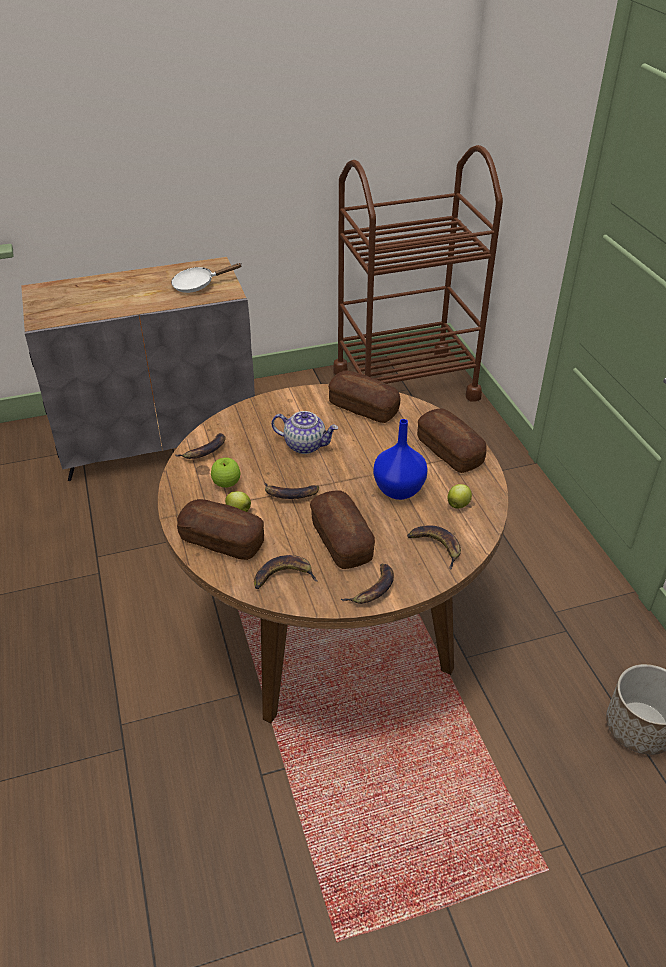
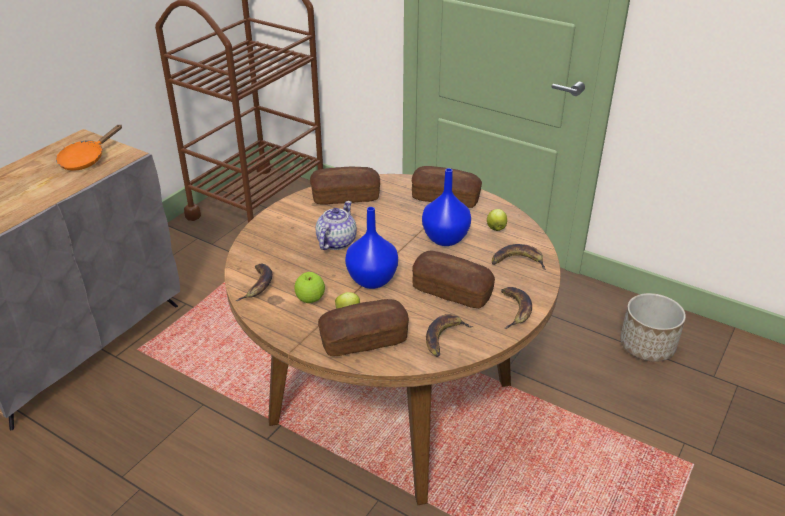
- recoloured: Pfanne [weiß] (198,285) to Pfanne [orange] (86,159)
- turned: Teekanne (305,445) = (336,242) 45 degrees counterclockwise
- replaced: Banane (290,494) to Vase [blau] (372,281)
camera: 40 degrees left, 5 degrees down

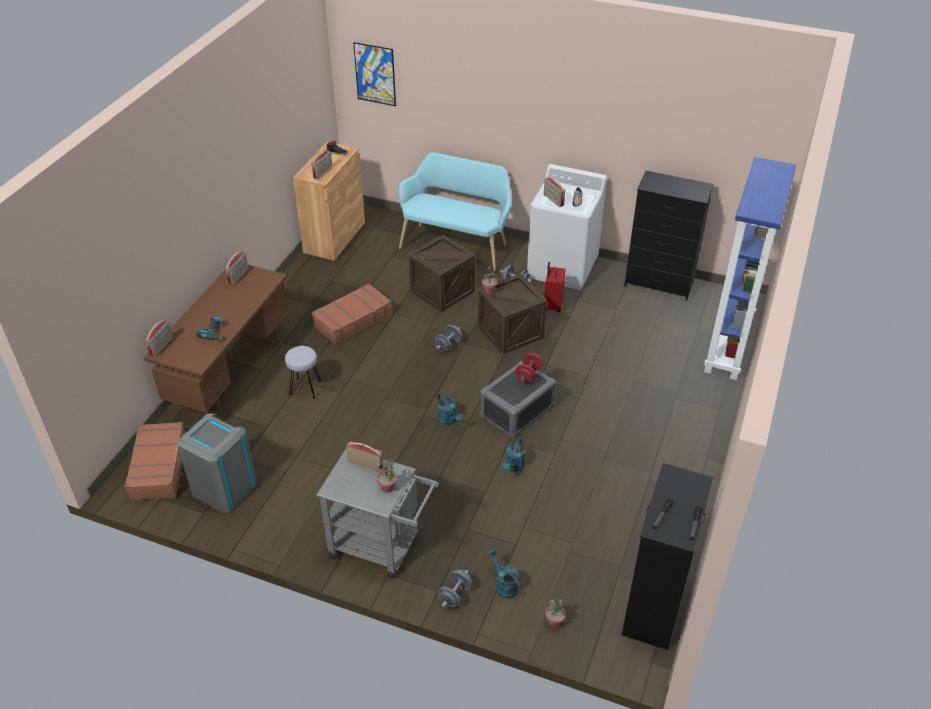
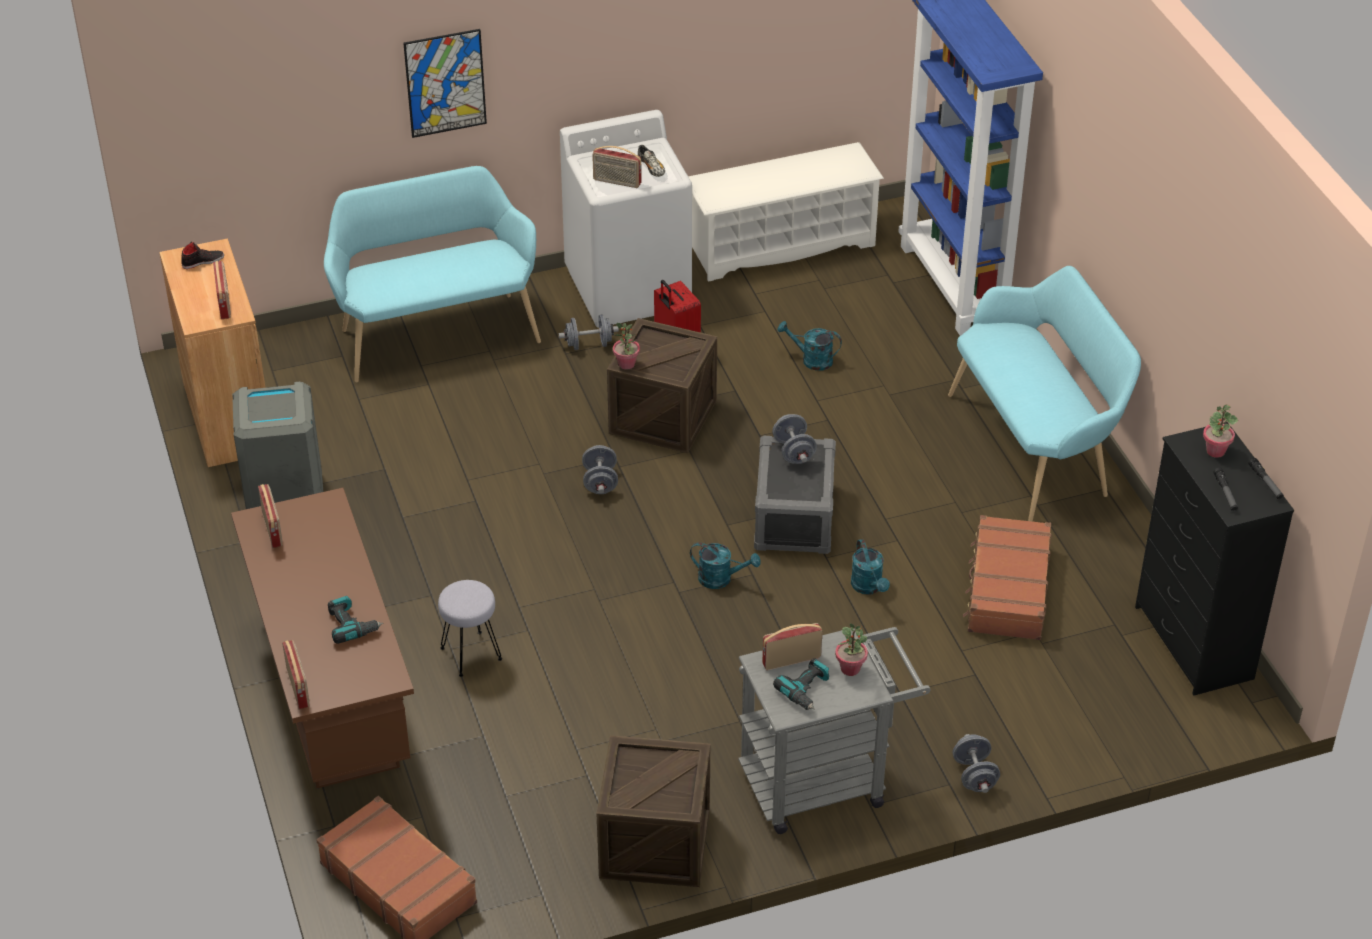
- moved: Mülleimer [grau] (224,488) to (285,497)
- moved: Bild (375,74) to (445,83)
- moved: Kiste (442,291) to (655,843)
- replaced: Kommode [schwarz] (659,284) to Schuhregal [weiß] (782,245)
- recoloured: Hantel [rot] (528,375) to Hantel [grau] (793,452)
- added: Bohrmaschine (807,690)
- moved: Gießkanne [türkis] (504,585) to (811,360)
- added: Bank [türkis] (1036,445)
- moved: Koffer [braun] (352,320) to (1007,589)
- moved: Topfpflanze (554,622) to (1215,451)
camera: 40 degrees left, 0 degrees up

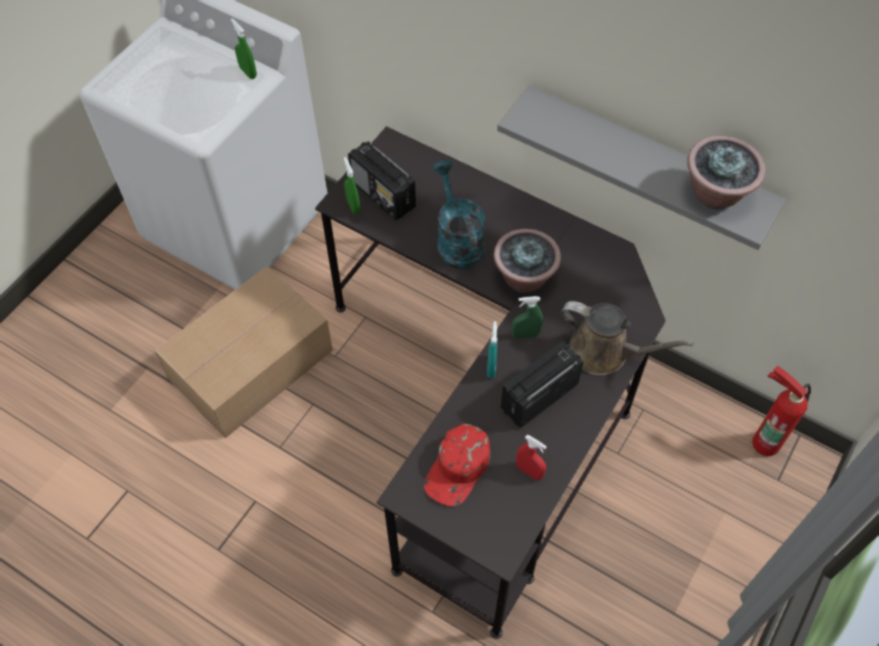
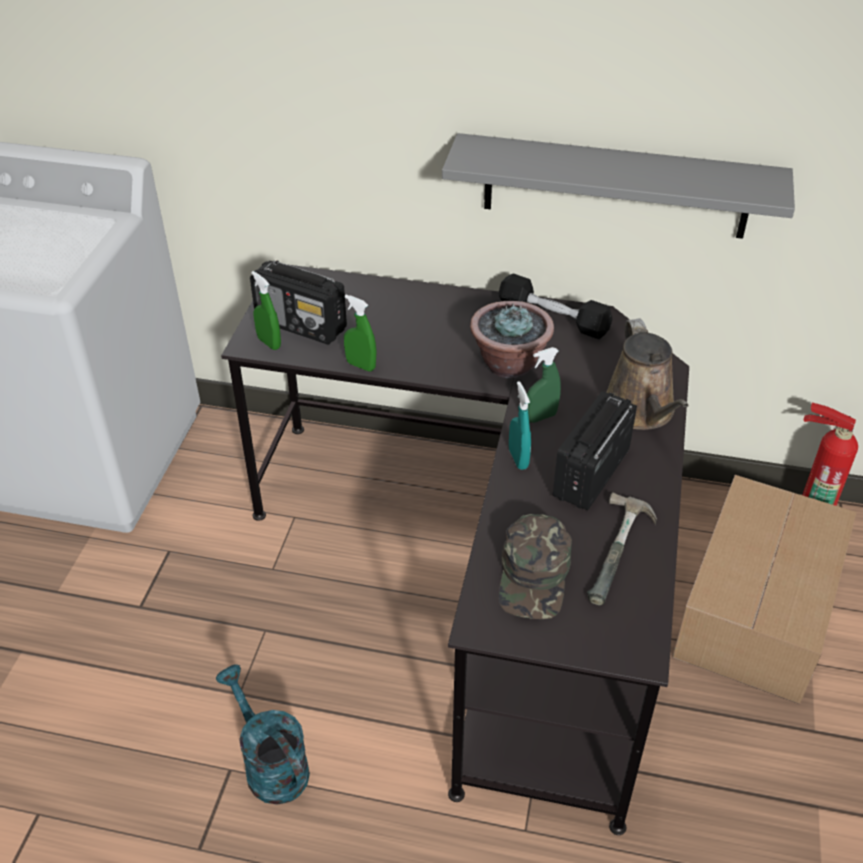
- moved: Gießkanne [türkis] (457,241) to (270,764)
- moved: Sprühflasche [grün] (248,72) to (361,365)
- added: Hantel [schwarz] (553,318)
- recoloured: Kappe [rot] (458,468) to Kappe [grün] (535,575)
- replaced: Sprühflasche [rot] (529,471) to Hammer (623,553)
- turned: Gießkanne [braun] (605,352) = (641,411) 75 degrees clockwise
- moved: Karton (254,364) to (759,606)
- removed: Topfpflanze (715,194)
camera: 20 degrees left, 15 degrees down

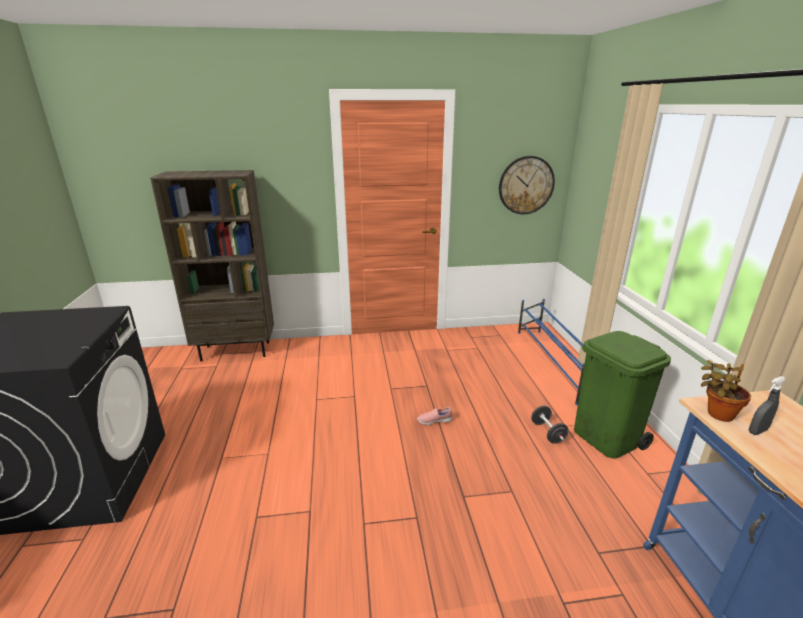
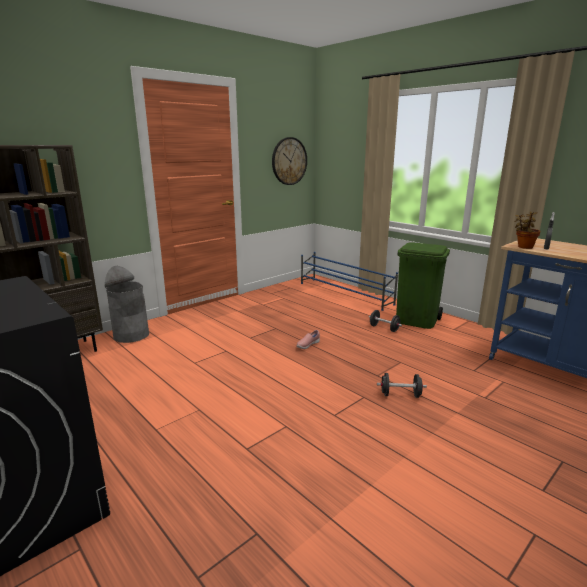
- added: Mülleimer [grau] (131,335)
- added: Hantel [schwarz] (400,395)
camera: 35 degrees left, 5 degrees down

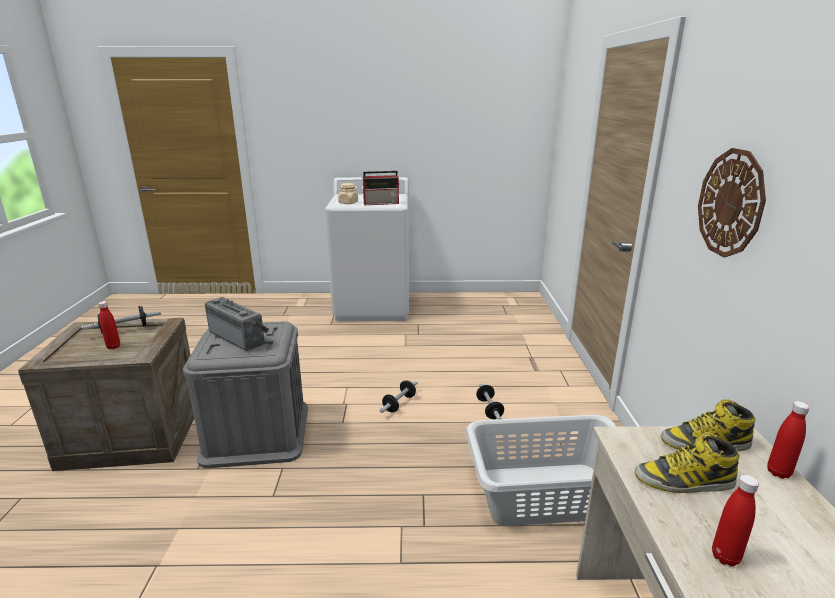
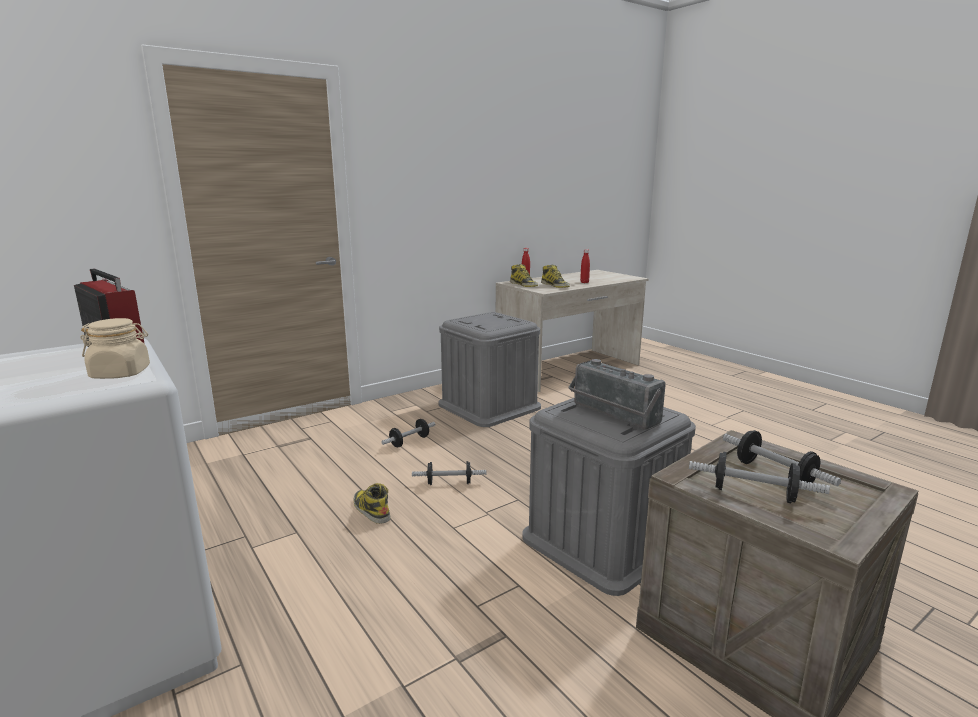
- added: Stiefel (371,510)
- replaced: Wäschekorb [grau] (547,494) to Aufbewahrungsbox [grau] (489,406)
- turned: Radio (240,337) = (612,415) 45 degrees counterclockwise
- replaced: Flasche [rot] (113,347) to Hantel (774,474)
- removed: Wanduhr (730,203)
camera: 125 degrees left, 5 degrees down

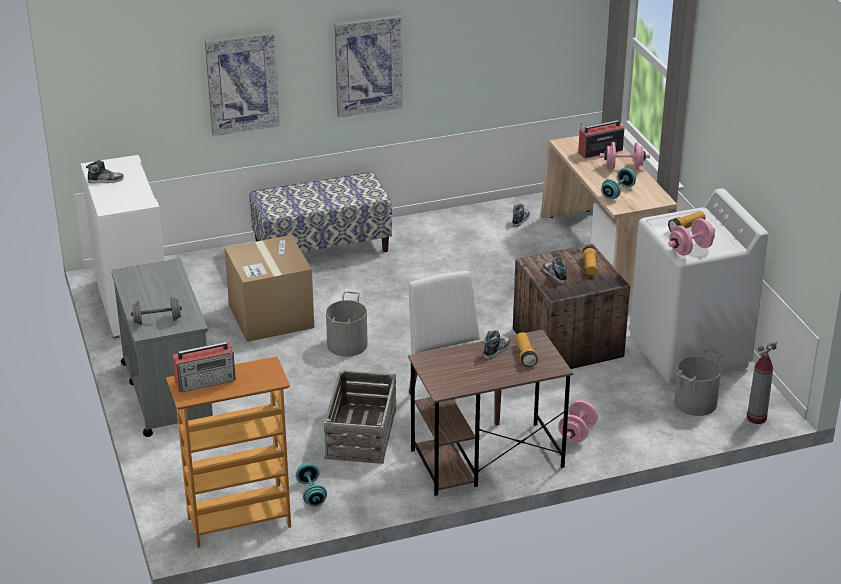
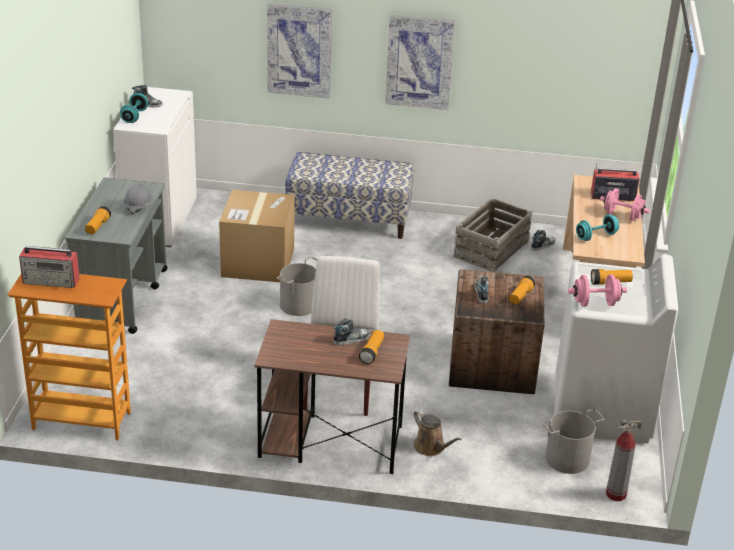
- replaced: Hantel [grau] (157,320) to Taschenlampe (98,226)
- moved: Hantel [türkis] (311,493) to (134,116)
- added: Schutzhelm [grau] (138,207)
- replaced: Hantel [rosa] (577,433) to Gießkanne [braun] (431,447)
- moved: Kiste (362,434) to (491,249)
camera: 25 degrees right, 0 degrees up

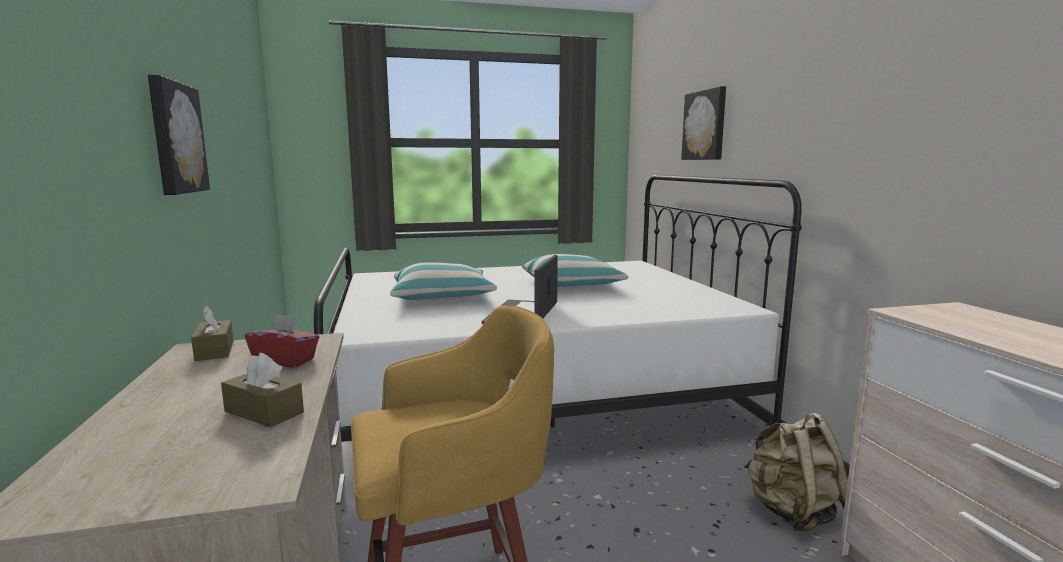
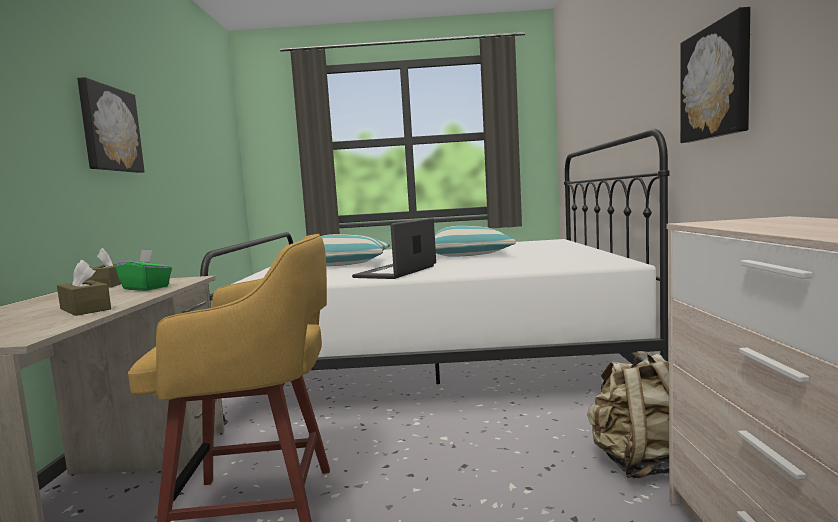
- recoloured: Taschentuchbox [rot] (285,361) to Taschentuchbox [grün] (146,288)
- moved: Bild (705,125) to (717,82)
camera: 15 degrees right, 5 degrees down

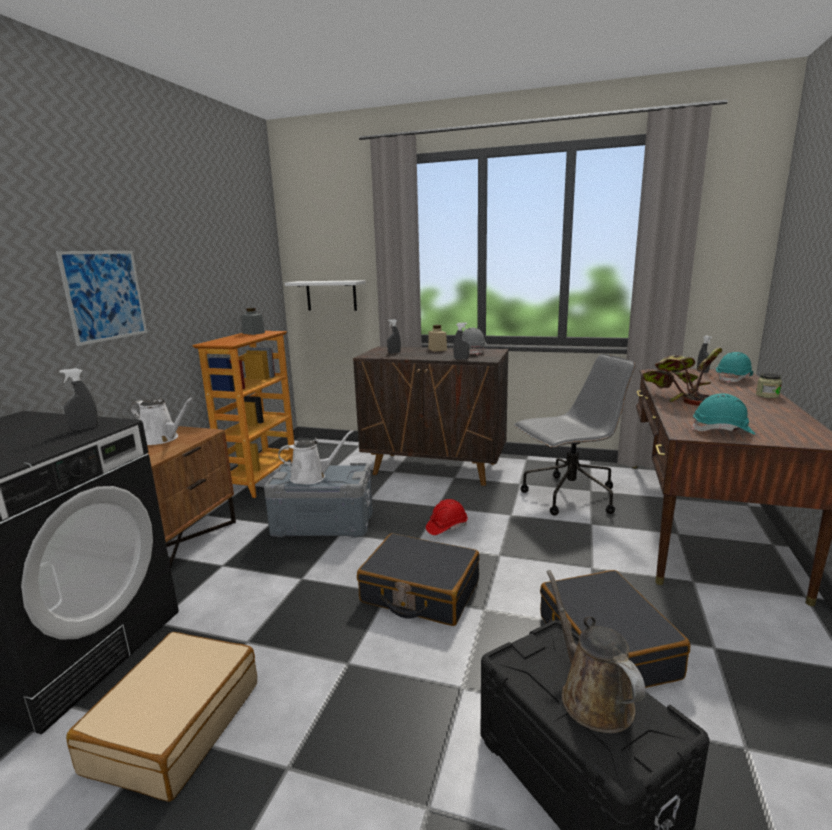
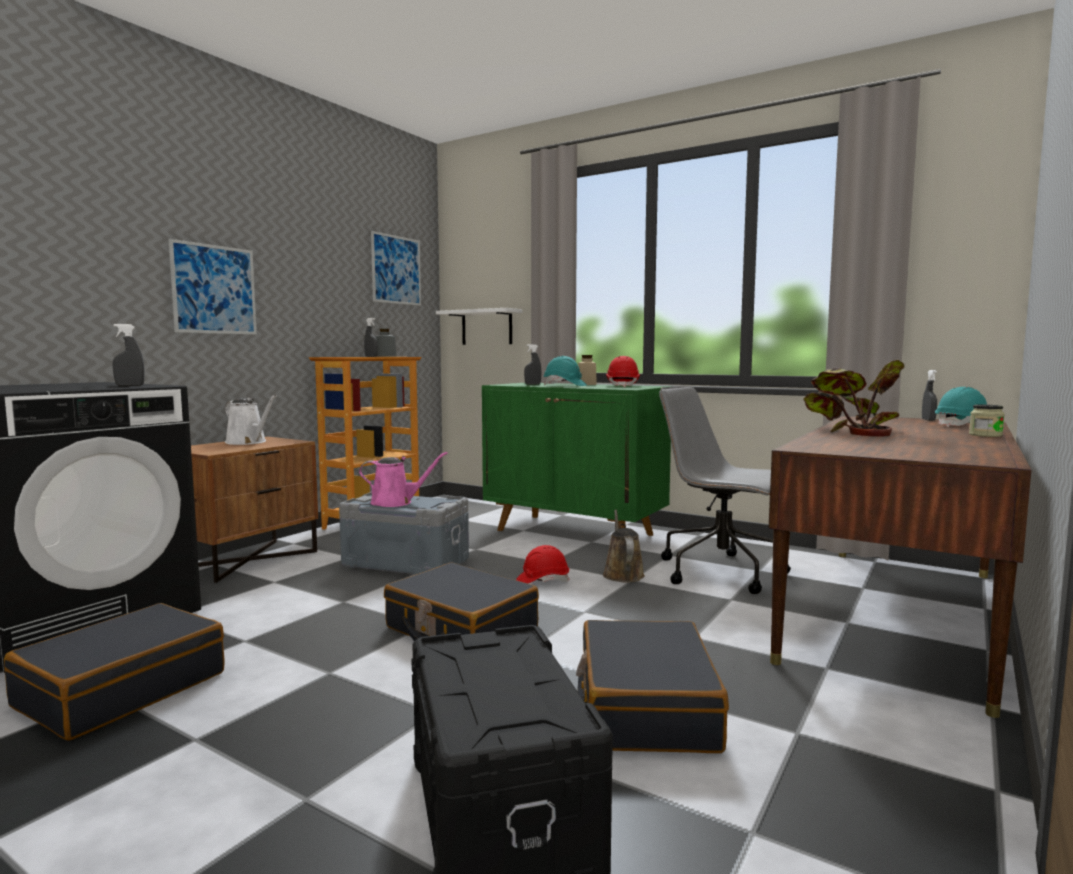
- recoloured: Koffer [beige] (174,725) to Koffer [schwarz] (122,689)
- recoloured: Gießkanne [weiß] (312,477) to Gießkanne [rosa] (396,502)
- moved: Sprühflasche [grau] (461,359) to (371,356)
- added: Bild (396,270)
- recoloured: Schrank [braun] (435,469) to Schrank [grün] (575,532)
- moved: Schutzhelm [türkis] (722,431) to (564,385)
- moved: Gießkanne [braun] (592,696) to (622,574)
- recoloured: Schutzhelm [grau] (471,351) to Schutzhelm [rot] (623,386)
- turned: Bürostuhl [grau] (569,497) = (724,573) 135 degrees counterclockwise
camera: 15 degrees right, 10 degrees down

